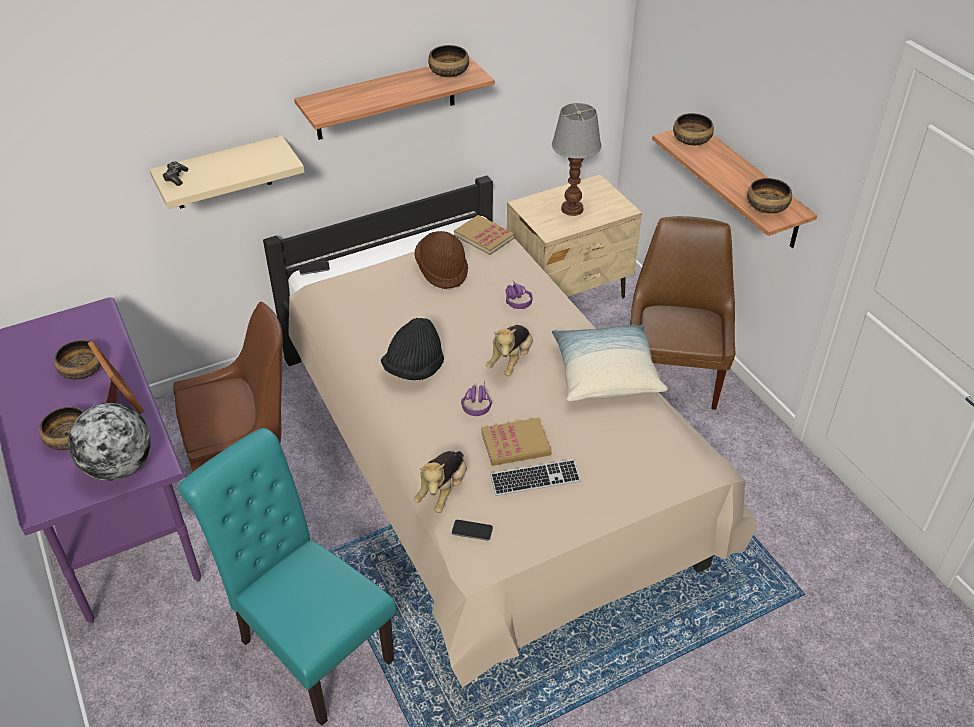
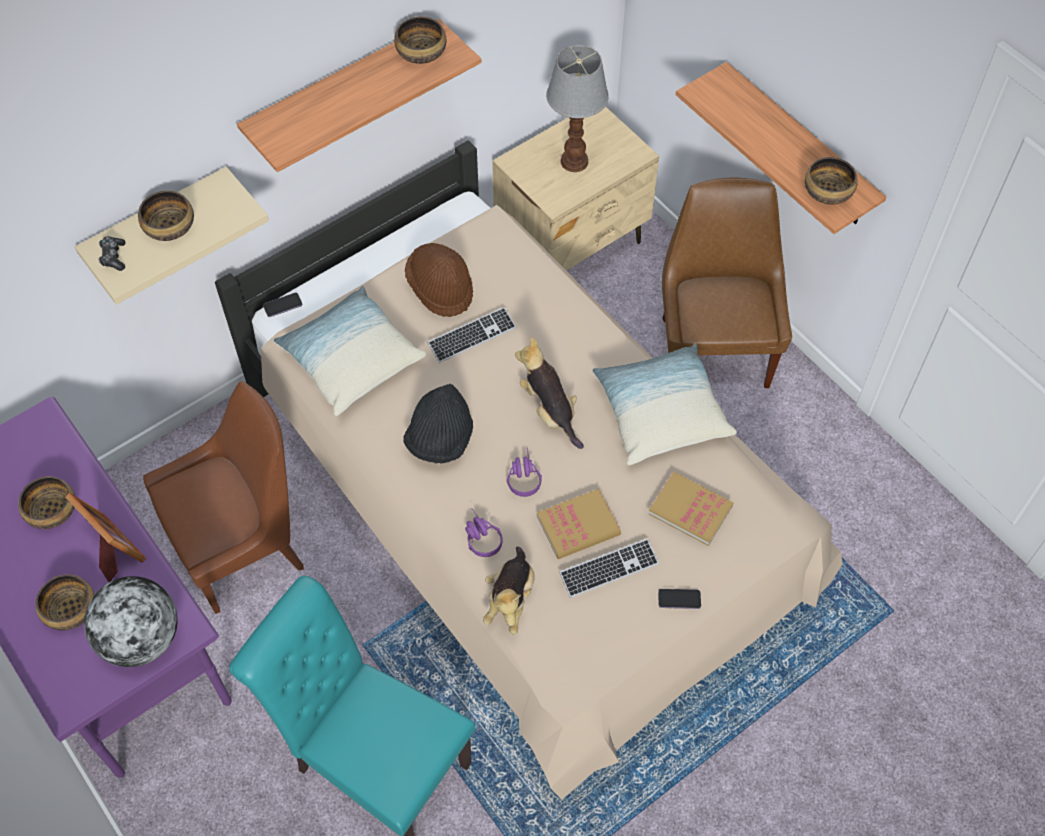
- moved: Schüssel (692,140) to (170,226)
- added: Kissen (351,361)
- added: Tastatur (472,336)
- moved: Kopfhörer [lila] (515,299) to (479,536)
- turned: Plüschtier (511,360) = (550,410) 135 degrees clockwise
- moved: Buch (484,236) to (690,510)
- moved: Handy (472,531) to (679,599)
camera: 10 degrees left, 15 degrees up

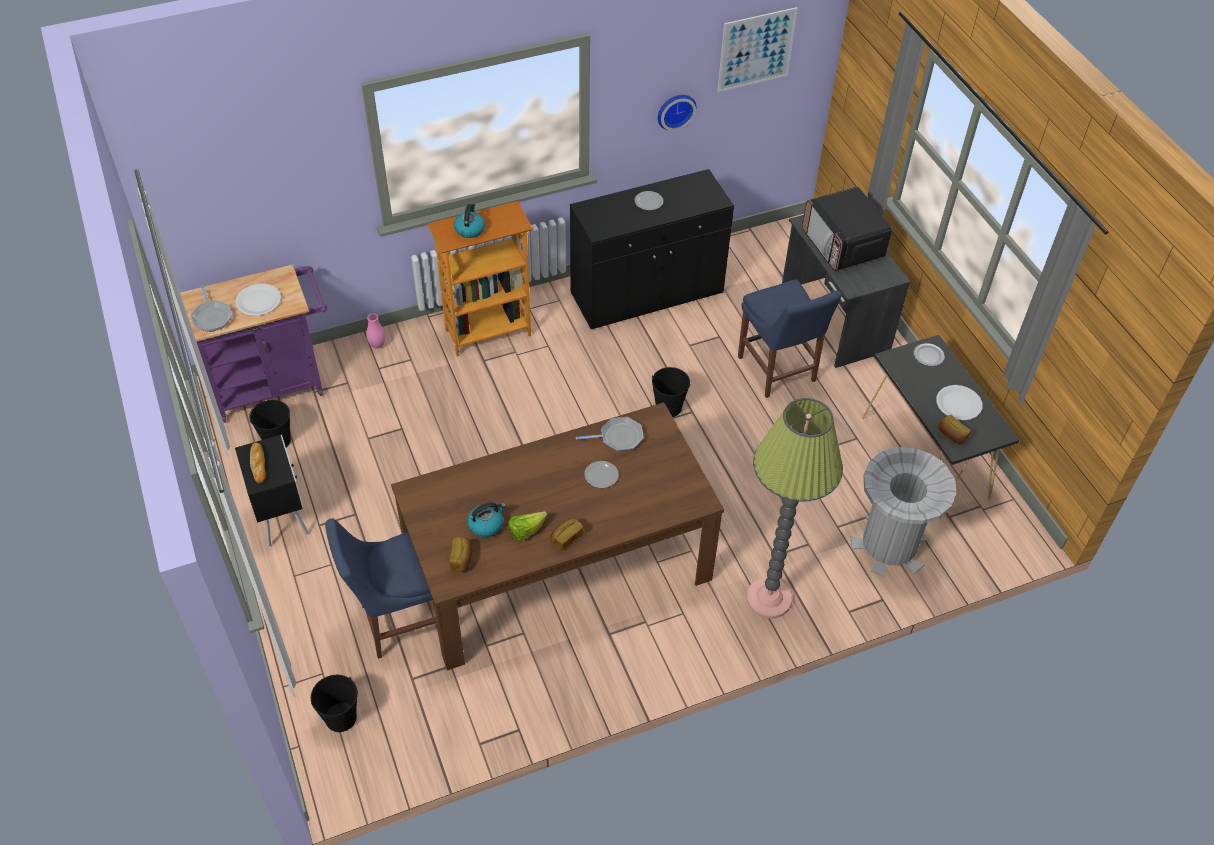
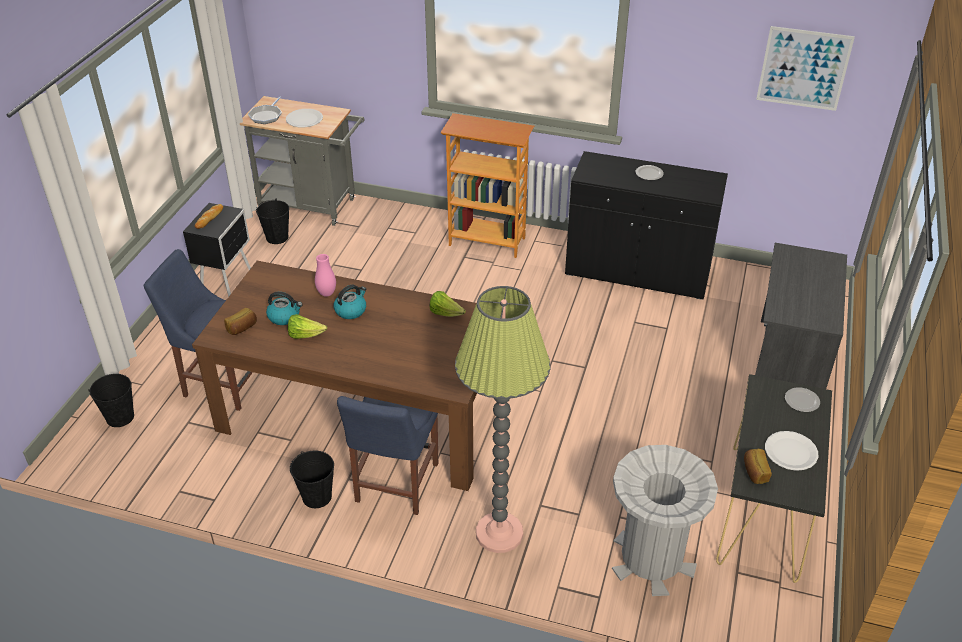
- recoloured: Rollwagen [lila] (274,385) to Rollwagen [grau] (313,206)
- moved: Eimer [schwarz] (668,407) to (317,496)
- moved: Vase [rosa] (377,345) to (327,293)
- moved: Wasserkessel (469,229) to (351,310)
- moved: Stuhl [blau] (778,372) to (395,485)
- replaced: Pfanne (618,437) to Salatkopf (445,313)
- removed: Brot (566,538)
- removed: Teller (601,475)
- removed: Wanduhr (675,110)
- removed: Mikrowelle (843,245)
camera: 40 degrees right, 10 degrees down

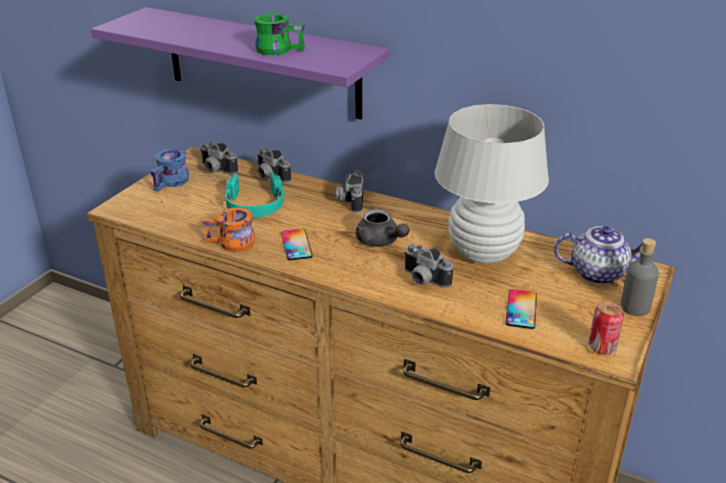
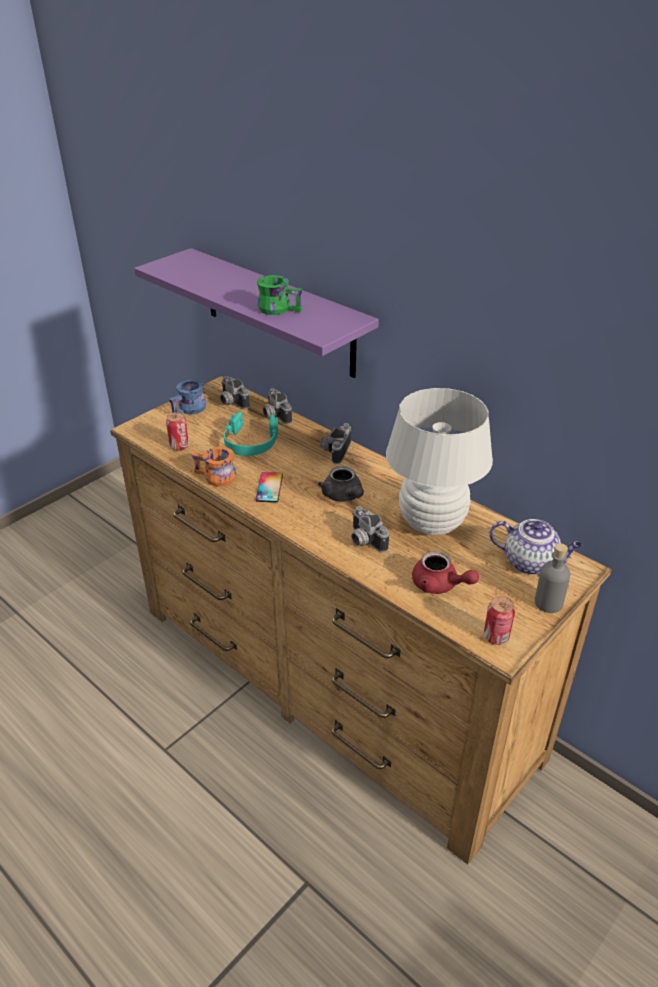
- added: Dose (179,446)
- replaced: Handy (521,309) to Teekanne [rot] (439,585)
camera: 15 degrees right, 5 degrees up

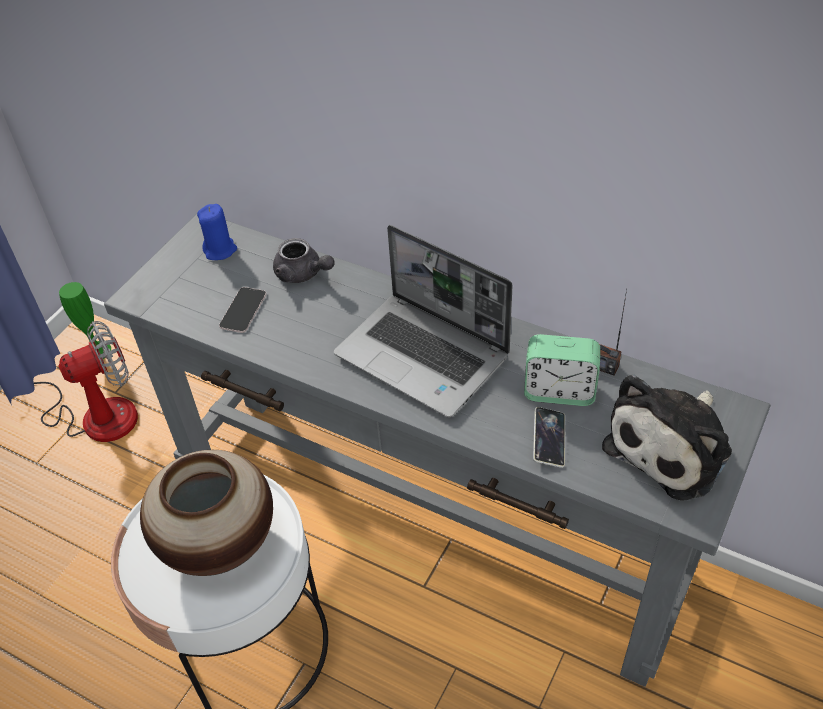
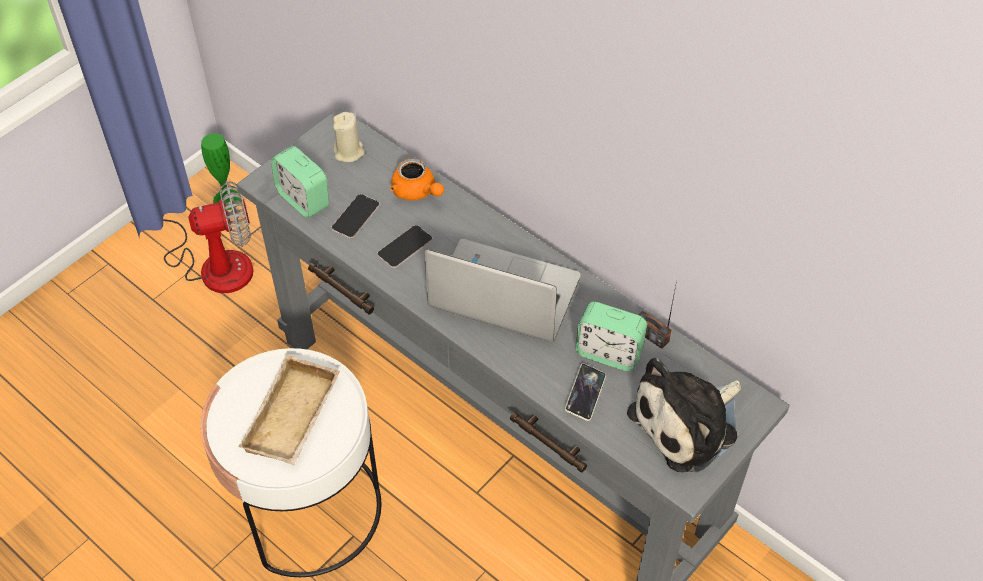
- replaced: Vase (219,544) to Tablett [beige] (294,418)
- added: Wecker (303,199)
- recoloured: Kerze [blau] (220,250) to Kerze [beige] (349,152)
- added: Handy (405,247)
- recoloured: Teekanne [grau] (303,274) to Teekanne [orange] (417,192)
- turned: Laptop (424,356) = (502,294) 150 degrees clockwise
camera: 10 degrees right, 5 degrees up

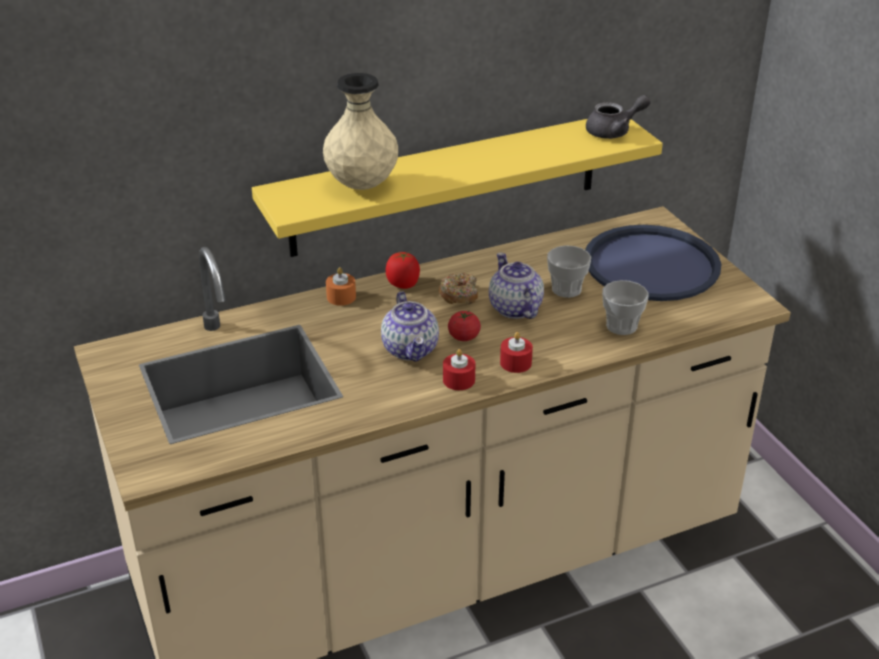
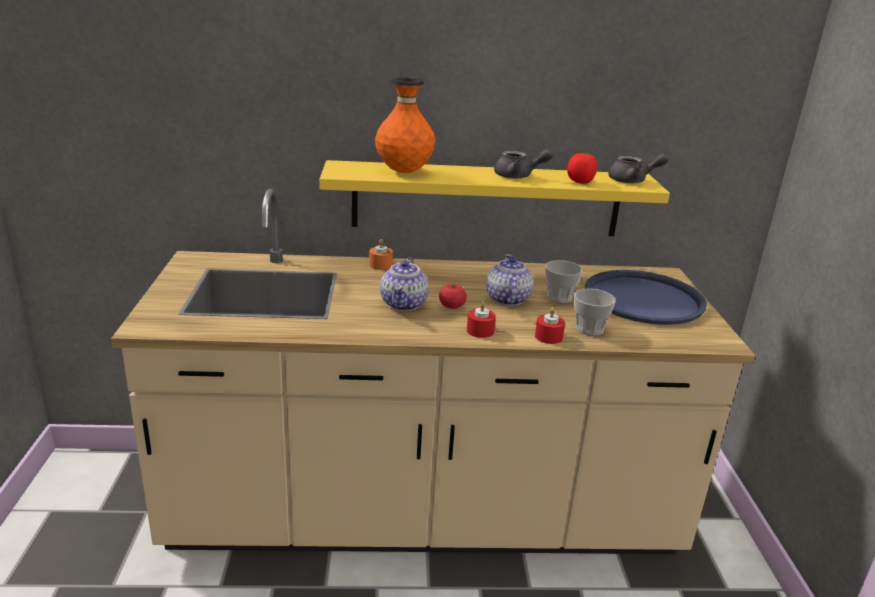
- recoloured: Vase [beige] (362,186) to Vase [orange] (404,172)
- added: Teekanne [grau] (518,176)
- moved: Kerze [rot] (458,380) to (548,337)
- moved: Tomate (403,284) to (580,182)
- removed: Donut (459,295)
camera: 20 degrees right, 10 degrees down

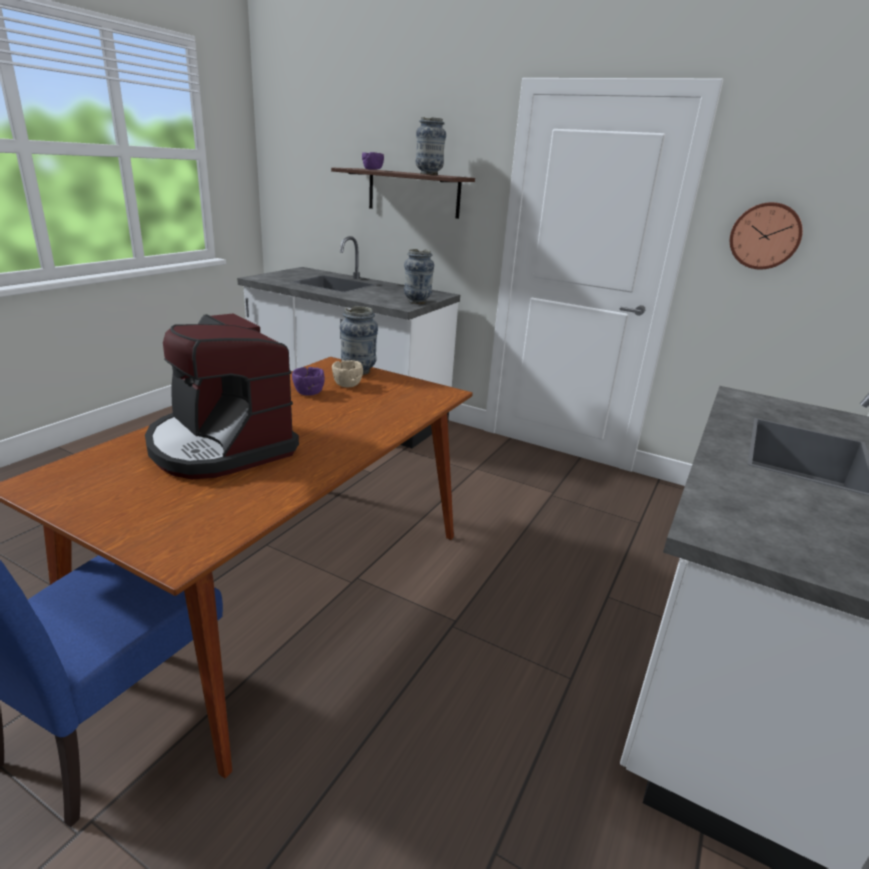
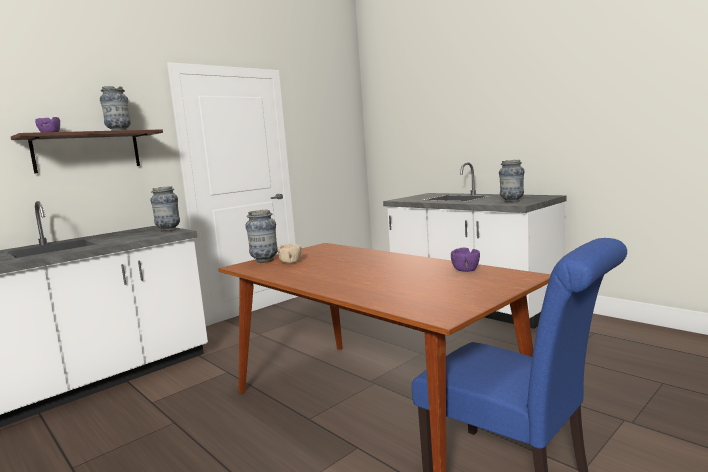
- moved: Schüssel [lila] (308,392) to (465,270)
- added: Vase (511,201)
- removed: Kaffeemaschine (220,446)
- removed: Wanduhr (765,236)
camera: 70 degrees left, 15 degrees down

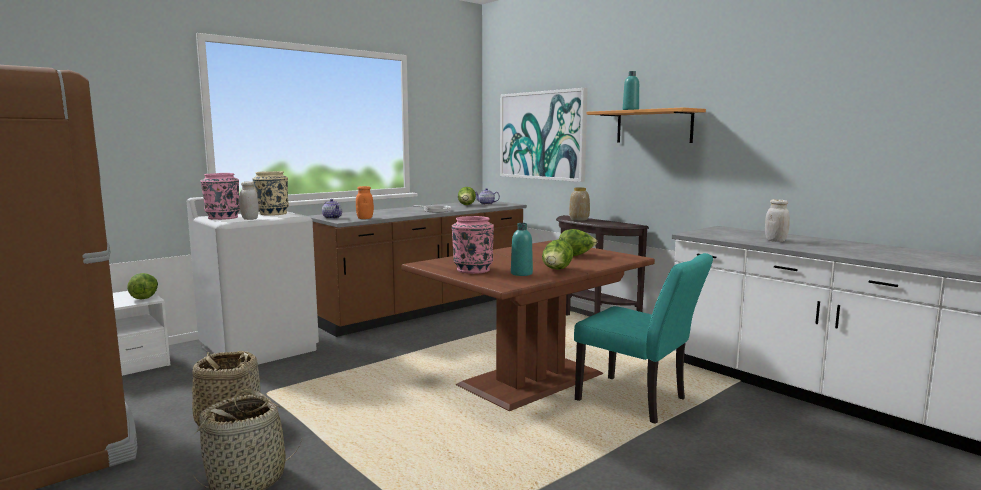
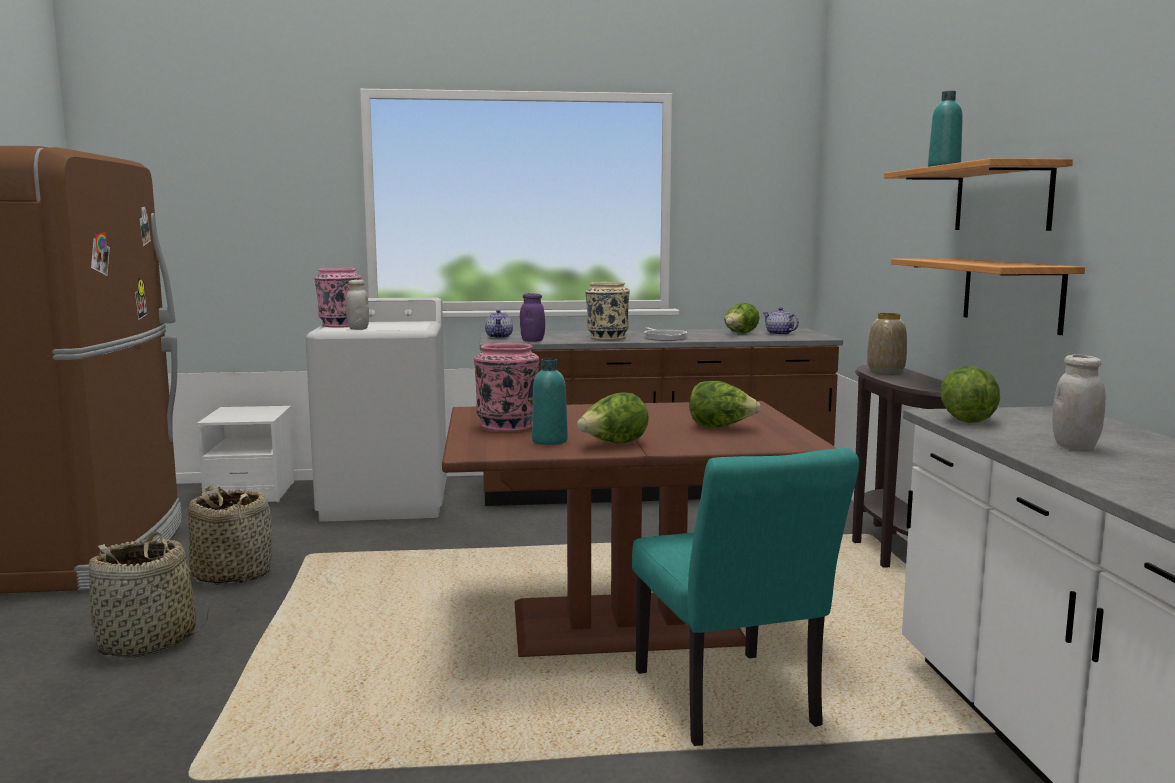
- recoloured: Vorratsglas [orange] (365,218) to Vorratsglas [lila] (532,341)
- moved: Vase [beige] (272,214) to (607,338)
- added: Wandregal (1011,293)
- moved: Salatkopf (144,297) to (966,420)
- removed: Bild (542,135)
camera: 35 degrees right, 0 degrees up

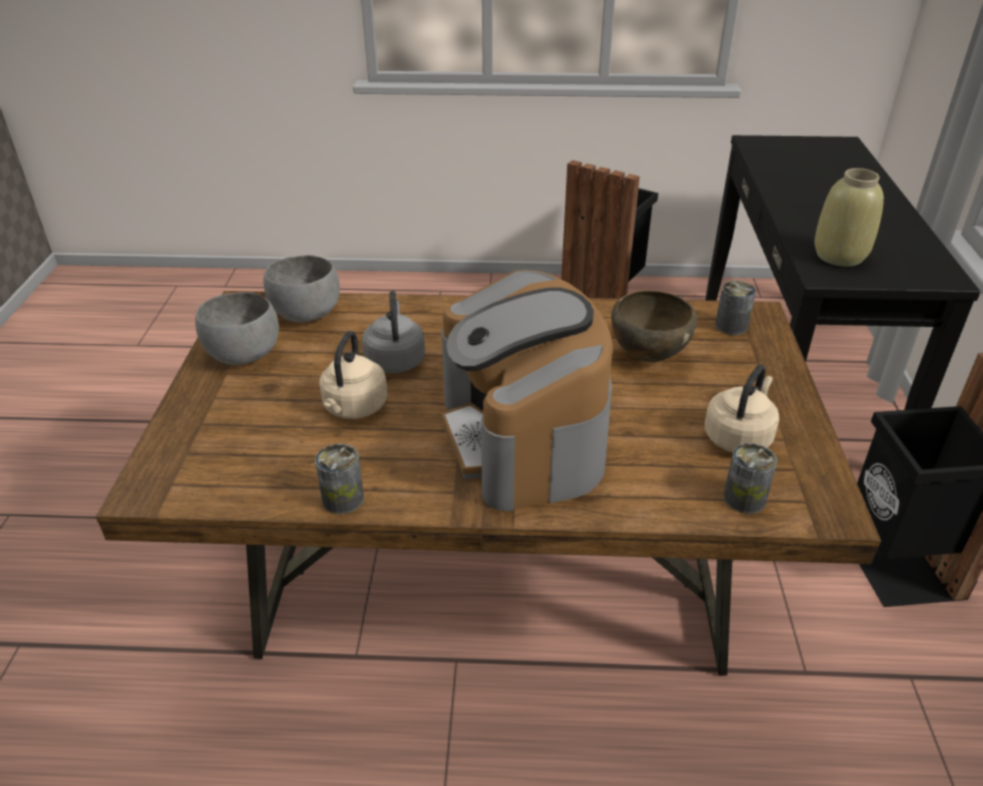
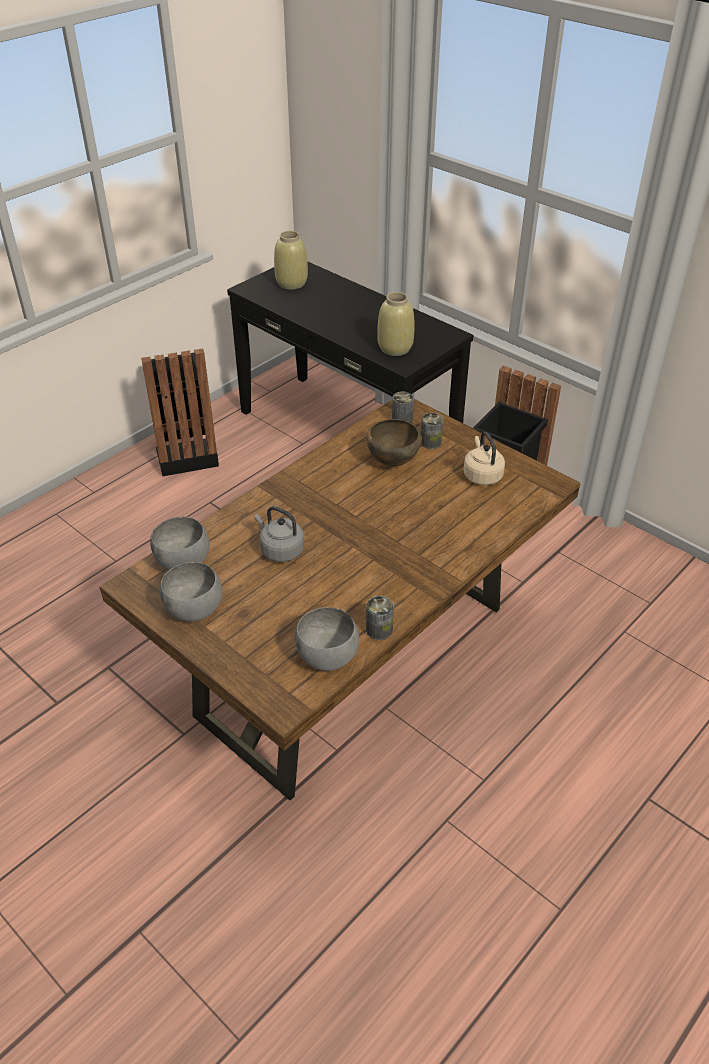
- added: Vase [beige] (291,283)
- added: Schüssel [grau] (326,657)
- moved: Dose (744,498) to (430,442)
- removed: Wasserkessel [beige] (354,408)
- removed: Kaffeemaschine (524,437)
camera: 50 degrees left, 5 degrees up

